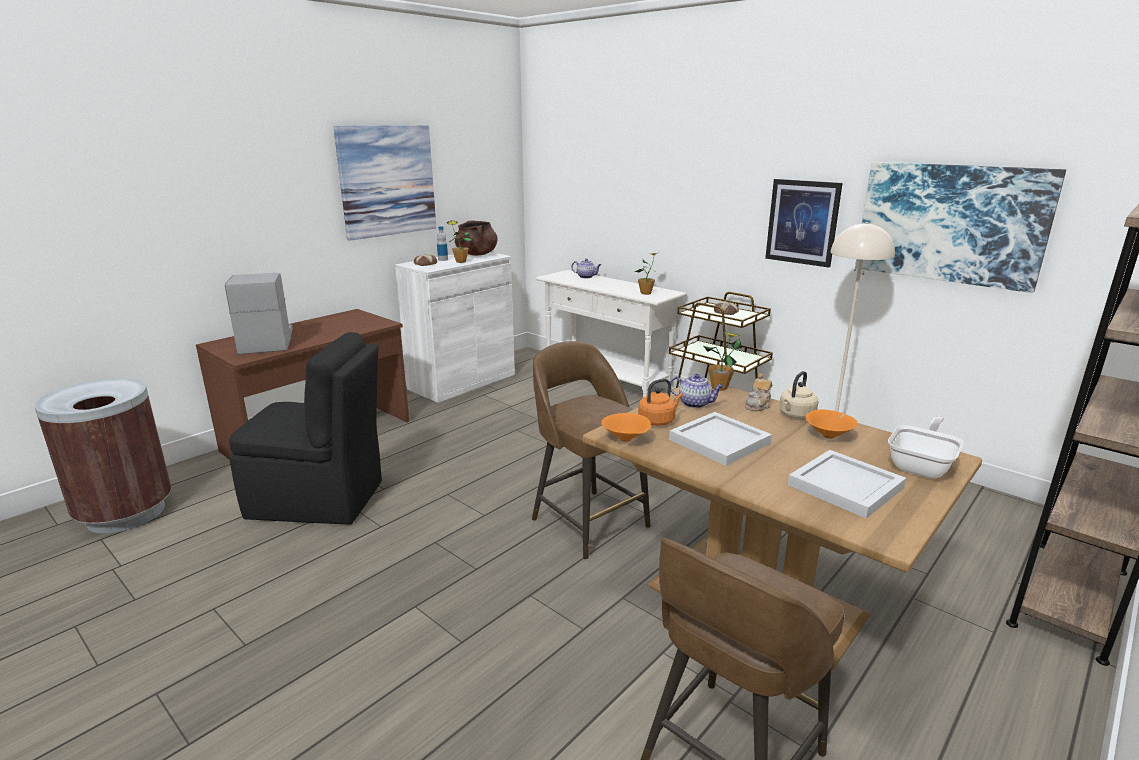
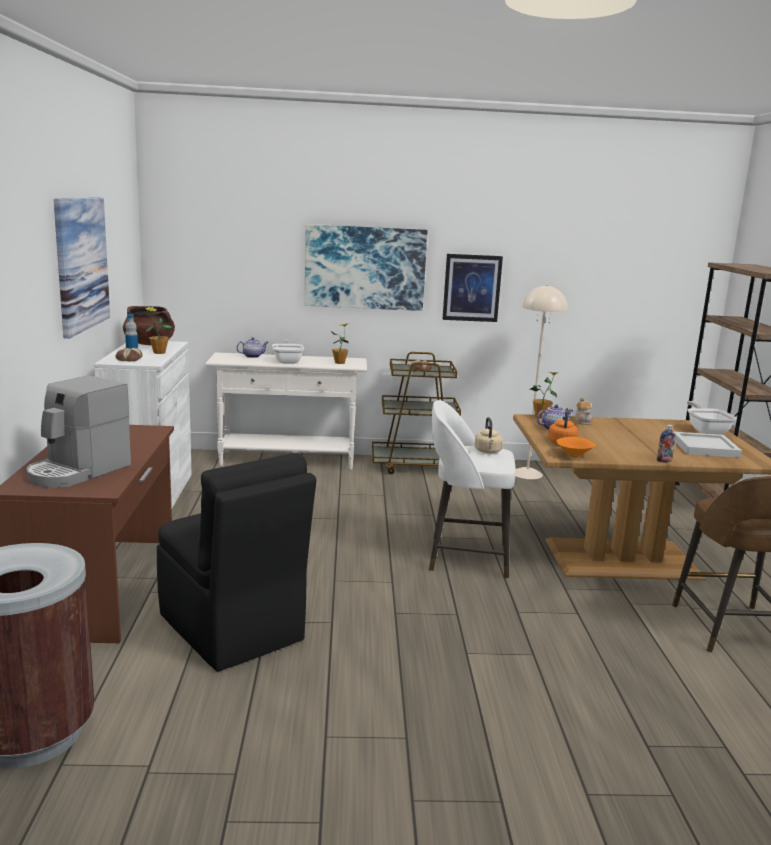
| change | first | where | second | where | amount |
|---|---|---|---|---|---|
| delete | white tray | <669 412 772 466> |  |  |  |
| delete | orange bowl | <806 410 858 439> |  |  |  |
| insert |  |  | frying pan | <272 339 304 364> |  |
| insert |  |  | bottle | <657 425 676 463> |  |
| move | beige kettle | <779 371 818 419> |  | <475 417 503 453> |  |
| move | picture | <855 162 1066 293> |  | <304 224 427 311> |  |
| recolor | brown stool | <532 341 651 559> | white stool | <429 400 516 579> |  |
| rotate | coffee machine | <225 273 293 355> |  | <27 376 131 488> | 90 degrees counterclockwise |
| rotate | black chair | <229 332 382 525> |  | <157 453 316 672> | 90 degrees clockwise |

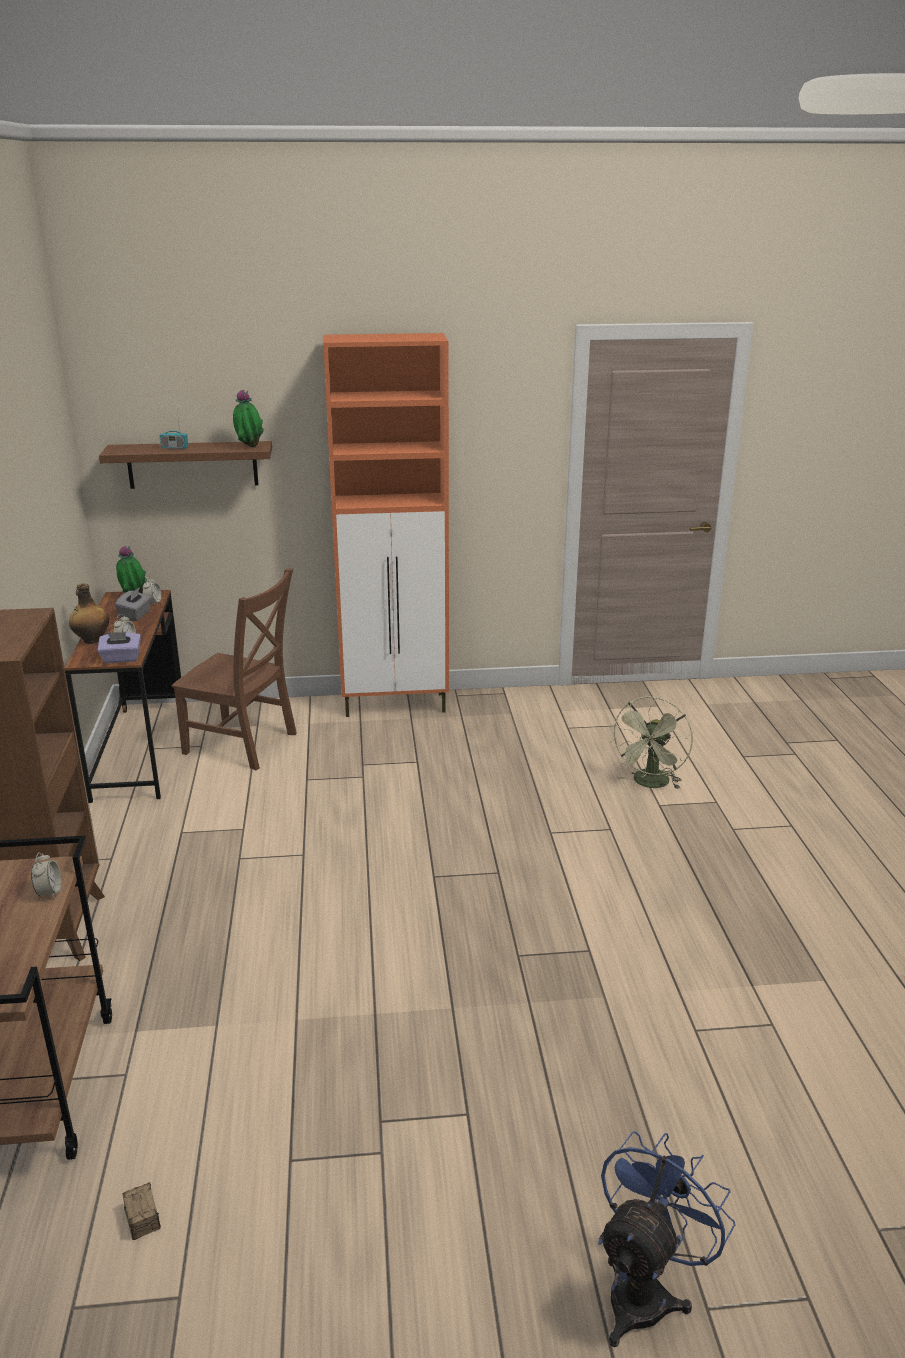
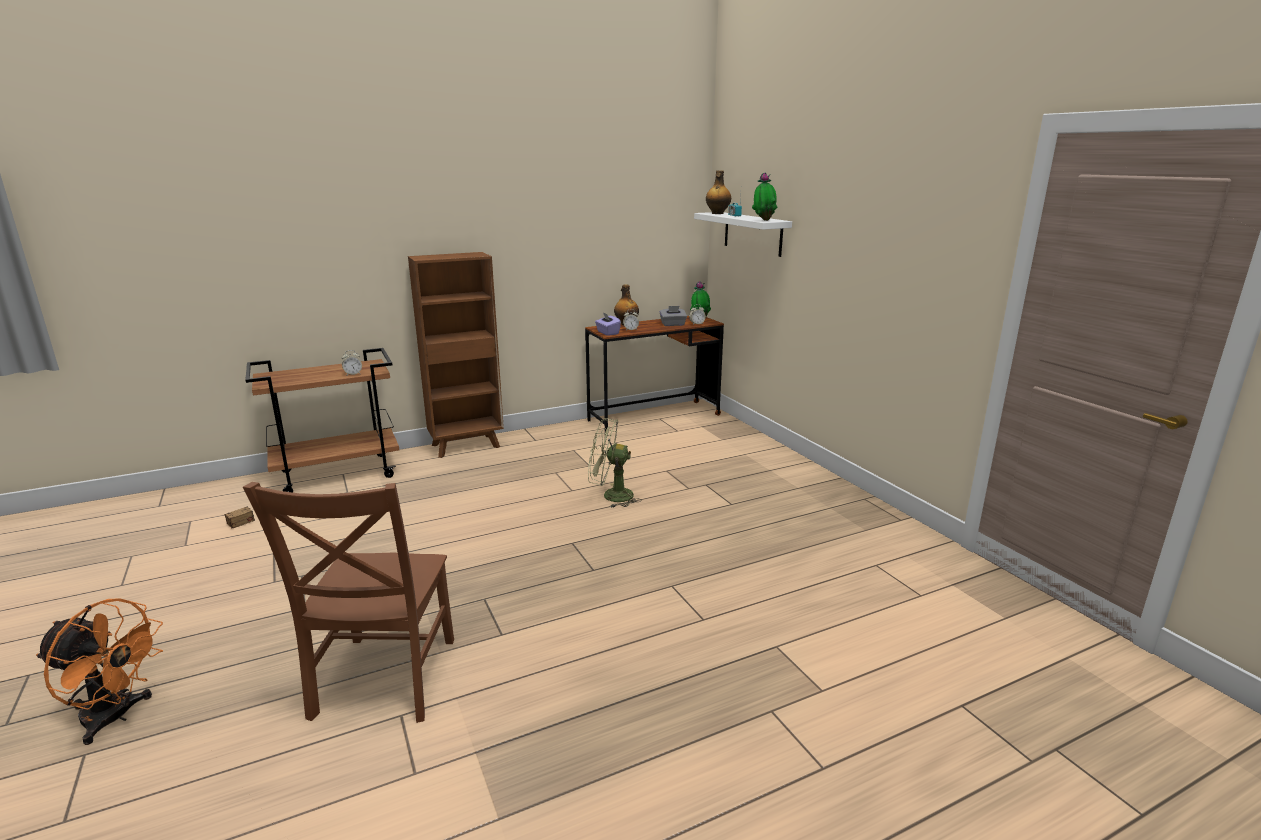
| change | first | where | second | where | amount |
|---|---|---|---|---|---|
| delete | orange cabinet | <323 333 449 717> |  |  |  |
| insert |  |  | bottle | <706 170 731 214> |  |
| move | brown chair | <171 568 297 770> |  | <243 482 454 723> |  |
| move | green fan | <611 696 693 789> |  | <588 418 642 508> |  |
| recolor | brown shelf | <99 441 272 489> | white shelf | <694 212 792 257> |  |
| recolor | blue fan | <598 1131 736 1347> | orange fan | <36 598 163 745> |  |

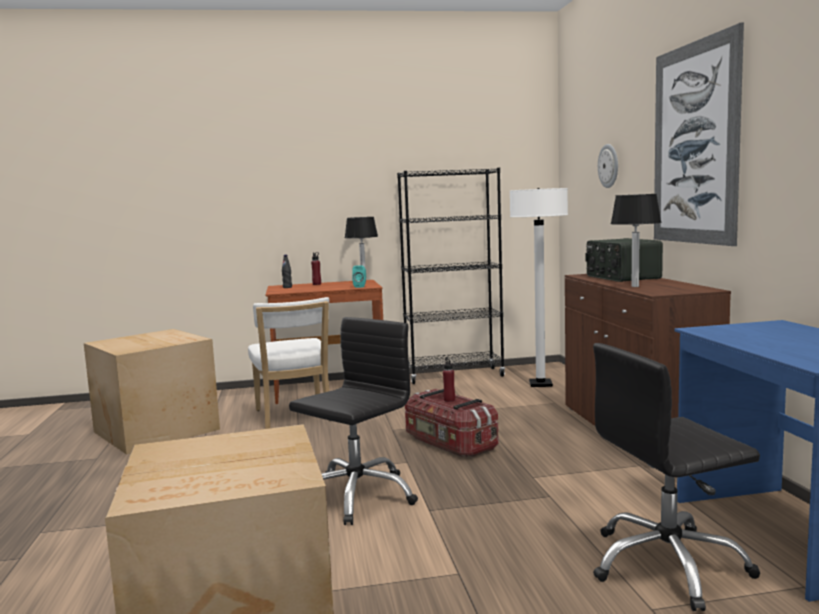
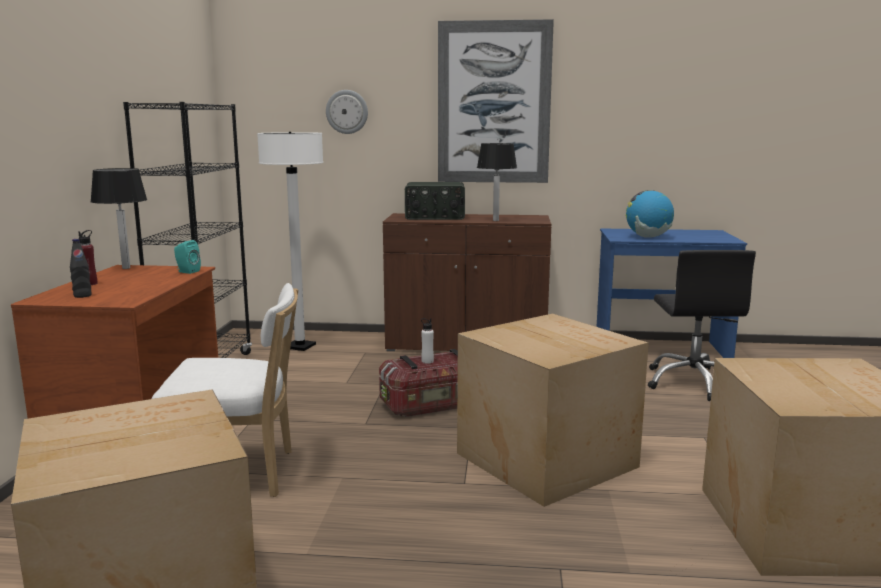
| change | first | where | second | where | amount |
|---|---|---|---|---|---|
| insert |  |  | globe | <626 190 674 238> |  |
| replace | black office chair | <289 317 418 525> | cardboard box | <457 314 649 507> |  |
| recolor | red bottle | <443 358 455 402> | white bottle | <421 318 434 364> |  |

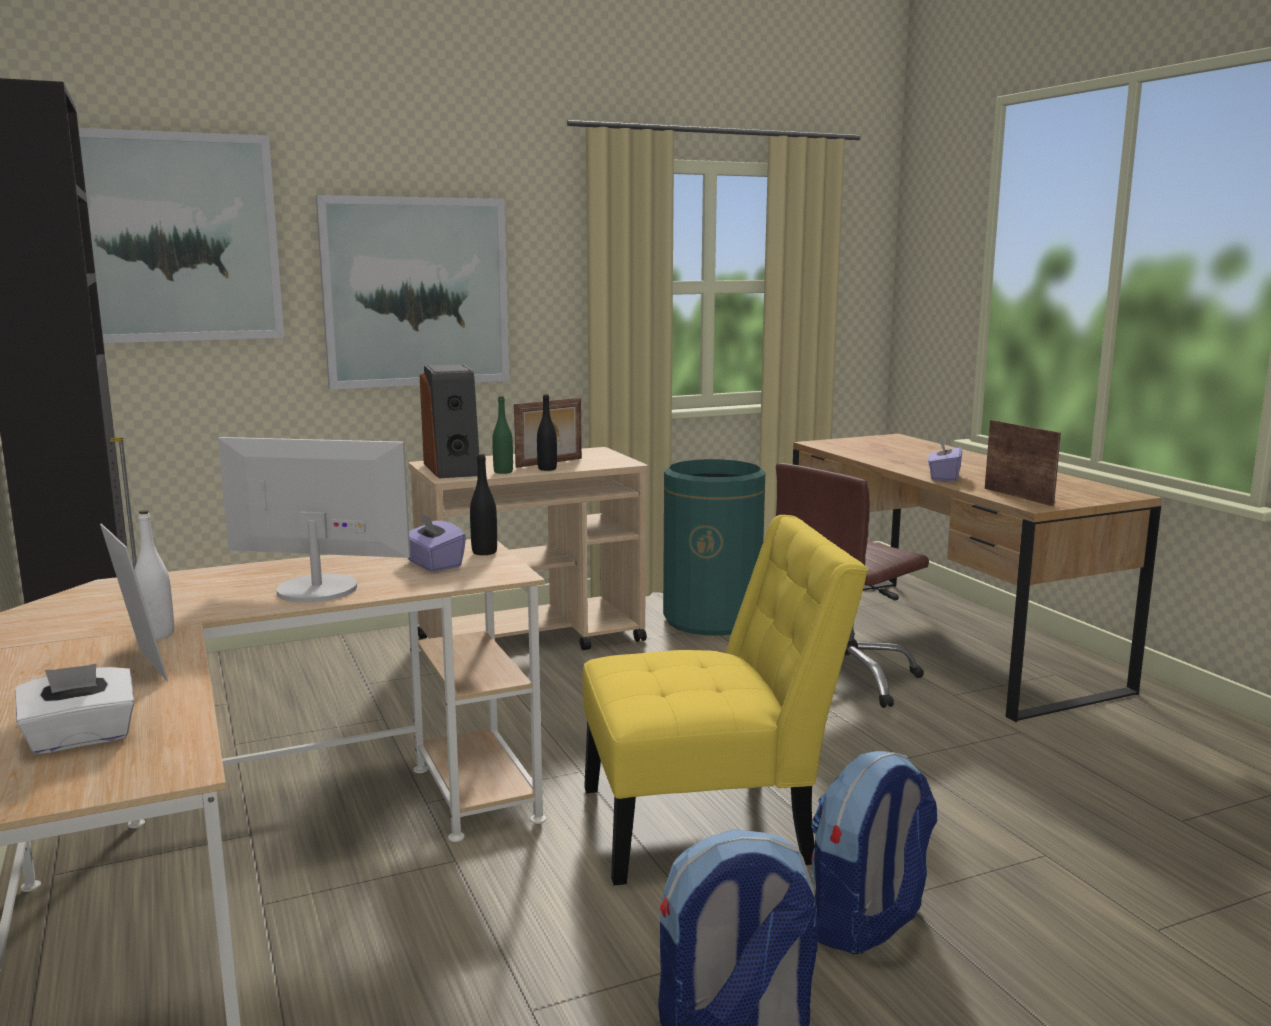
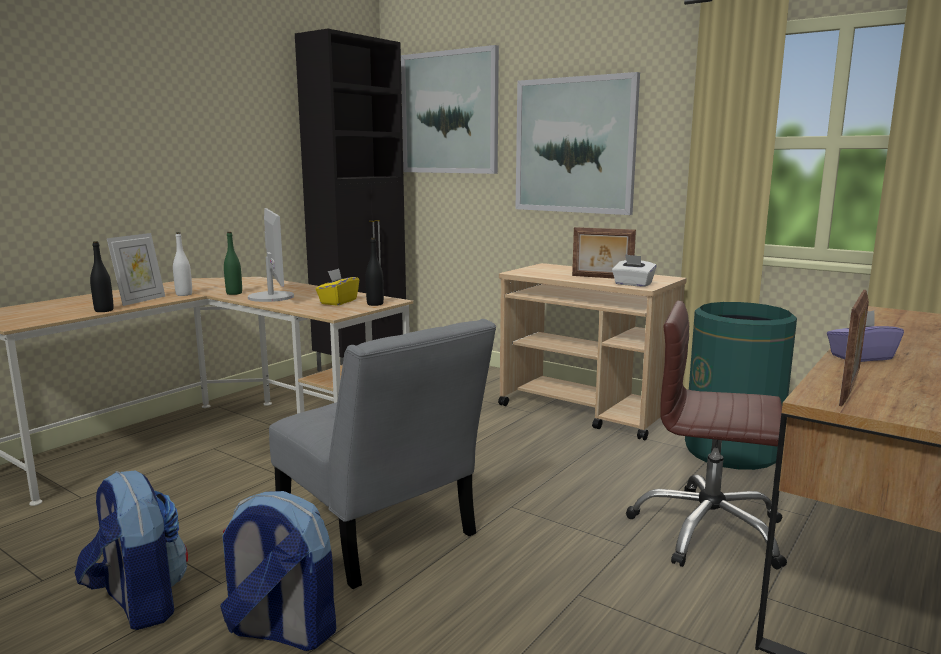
| change | first | where | second | where | amount |
|---|---|---|---|---|---|
| delete | speaker | <420 364 479 478> |  |  |  |
| move | white tissue box | <15 664 135 754> |  | <612 254 656 287> |  |
| move | green bottle | <492 396 513 474> |  | <224 232 242 295> |  |
| move | black bottle | <537 394 557 471> |  | <90 241 114 312> |  |
| recolor | purple tissue box | <408 512 466 572> | yellow tissue box | <316 268 359 306> |  |
| recolor | yellow chair | <582 515 868 885> | grey chair | <269 319 496 589> |  |

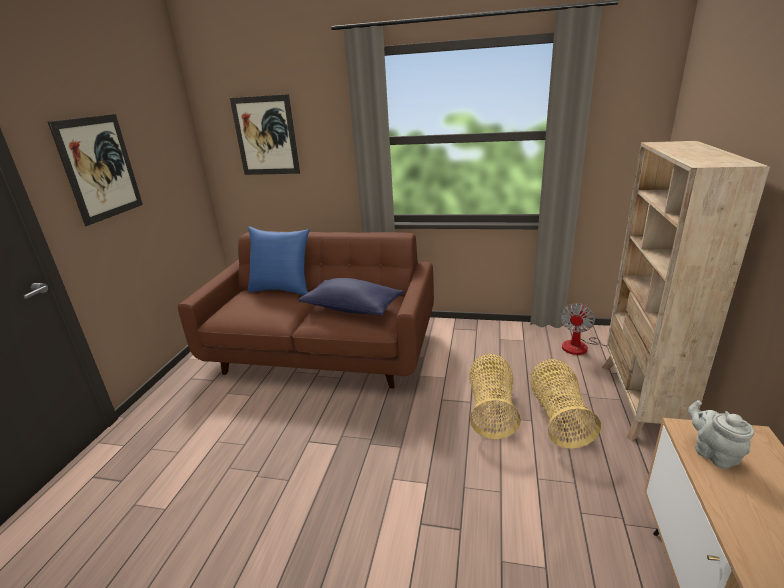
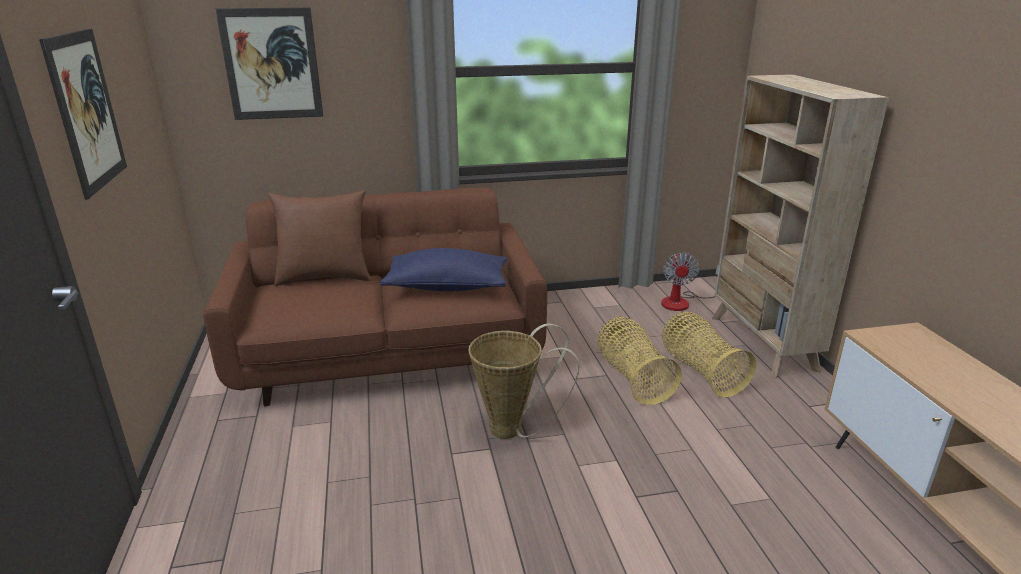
| change | first | where | second | where | amount |
|---|---|---|---|---|---|
| delete | grey teapot | <688 400 754 469> |  |  |  |
| insert |  |  | basket | <468 323 580 439> |  |
| recolor | blue pillow | <248 227 310 296> | brown pillow | <268 190 372 286> |  |

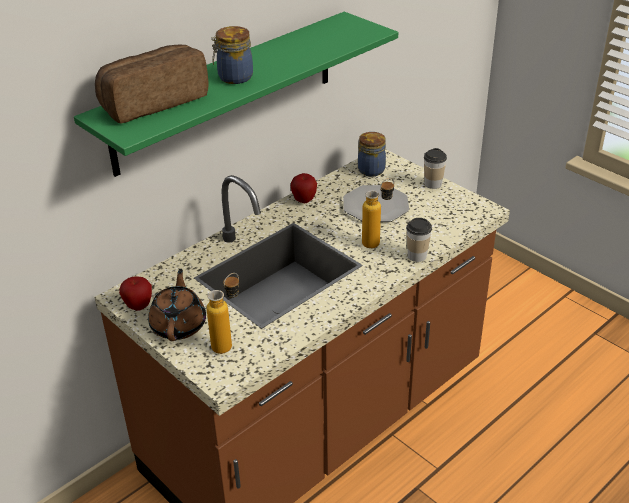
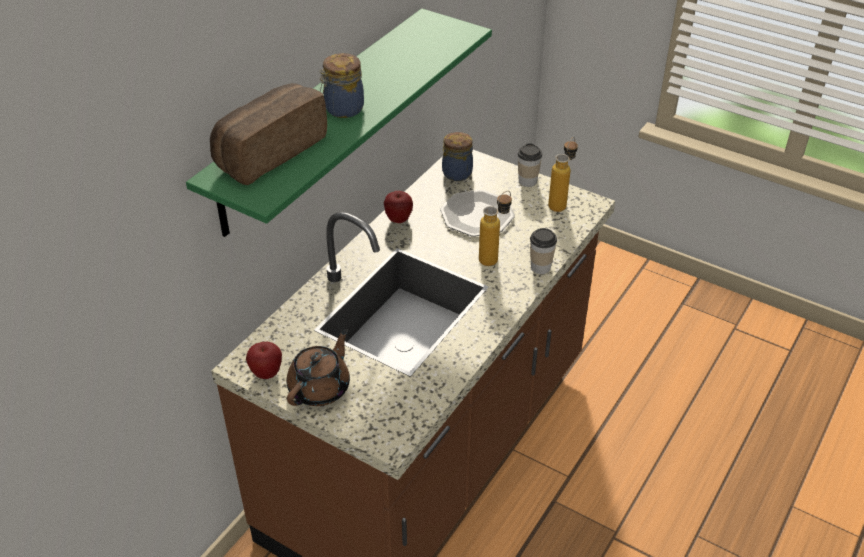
| change | first | where | second | where | amount |
|---|---|---|---|---|---|
| move | bottle | <206 273 239 354> |  | <548 137 578 212> |  |
| rotate | brown teapot | <148 269 206 341> |  | <287 329 350 406> | 45 degrees clockwise |

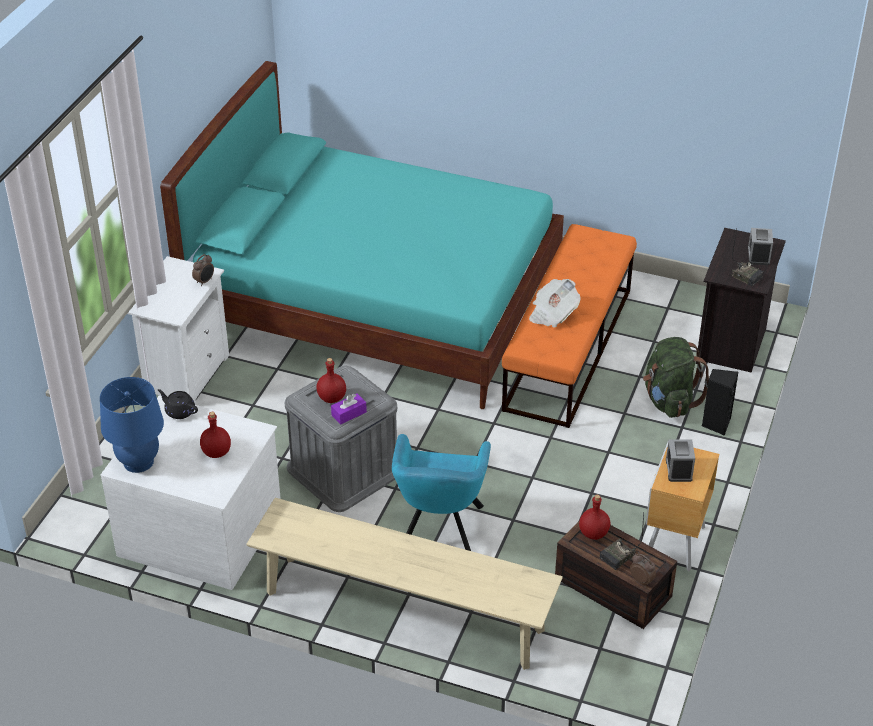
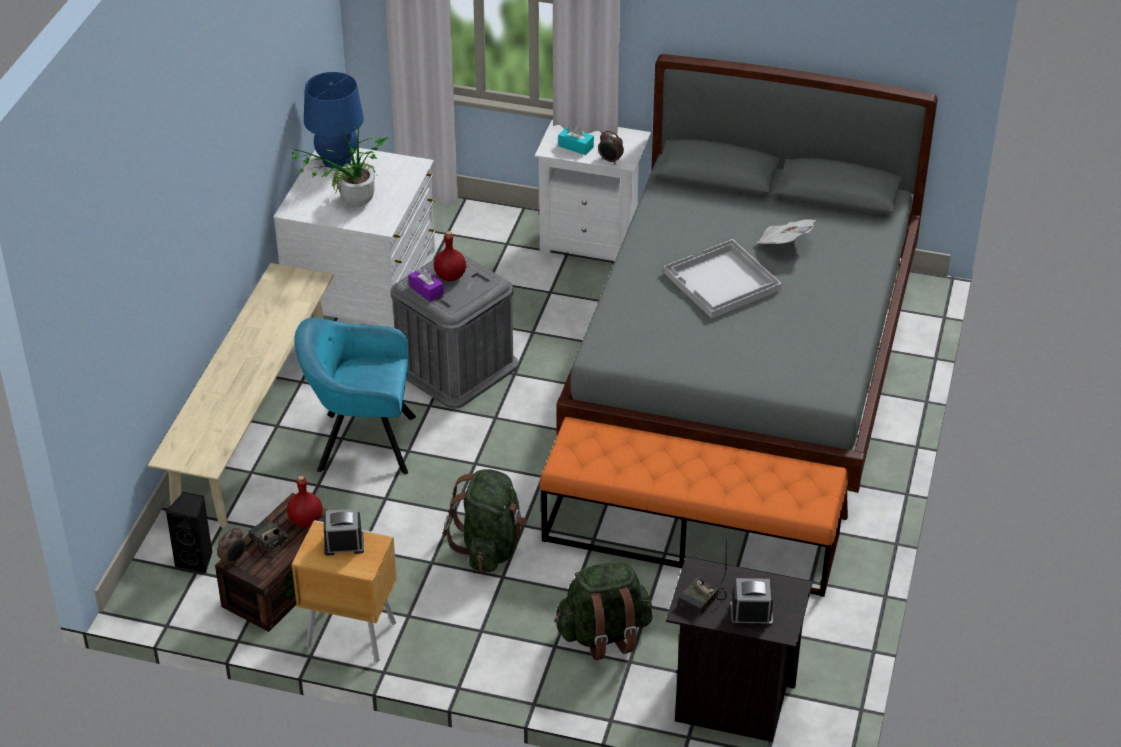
| change | first | where | second | where | amount |
|---|---|---|---|---|---|
| delete | black teapot | <158 389 198 419> |  |  |  |
| insert |  |  | green backpack | <443 469 527 572> |  |
| insert |  |  | turquoise tissue box | <558 125 594 155> |  |
| insert |  |  | white tray | <663 239 782 318> |  |
| move | newspaper | <529 279 581 328> |  | <757 219 816 244> |  |
| move | black speaker | <702 369 738 436> |  | <166 492 213 573> |  |
| replace | red bottle | <200 412 231 458> | potted plant | <288 120 388 206> |  |
| recolor | turquoise bed | <160 61 564 409> | grey bed | <556 54 938 520> |  |

